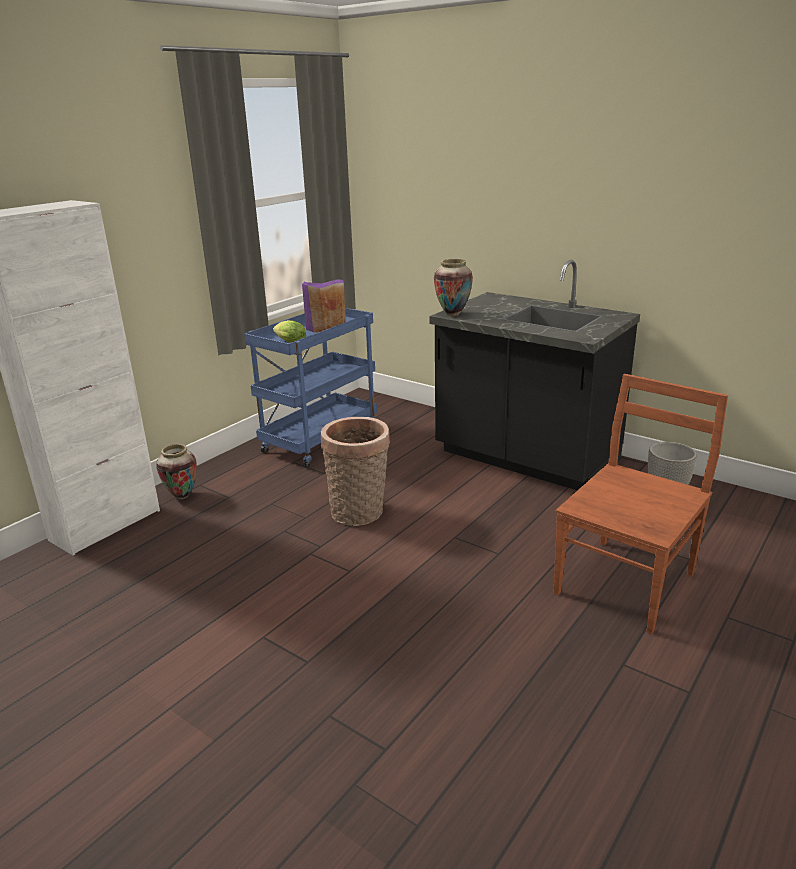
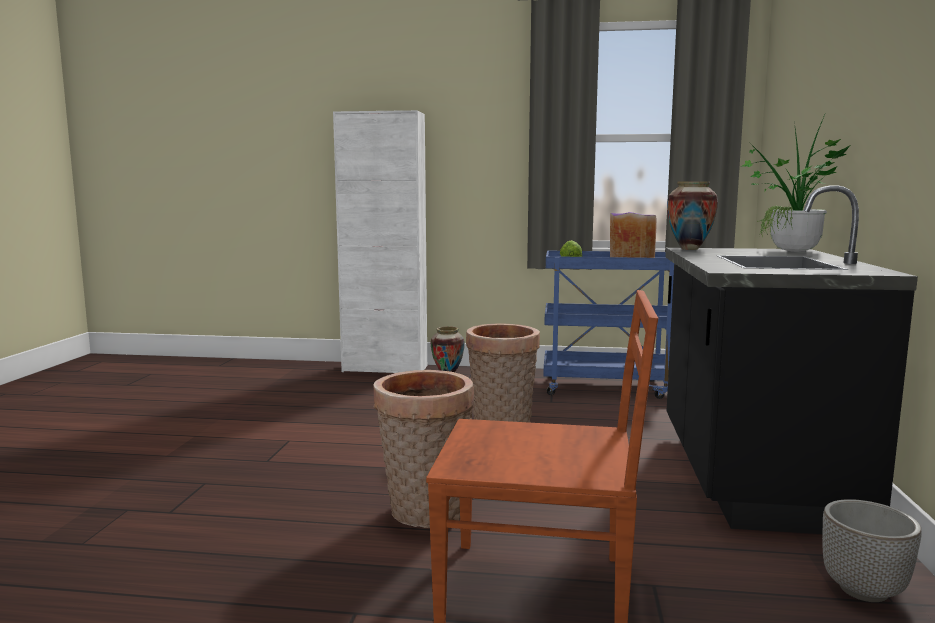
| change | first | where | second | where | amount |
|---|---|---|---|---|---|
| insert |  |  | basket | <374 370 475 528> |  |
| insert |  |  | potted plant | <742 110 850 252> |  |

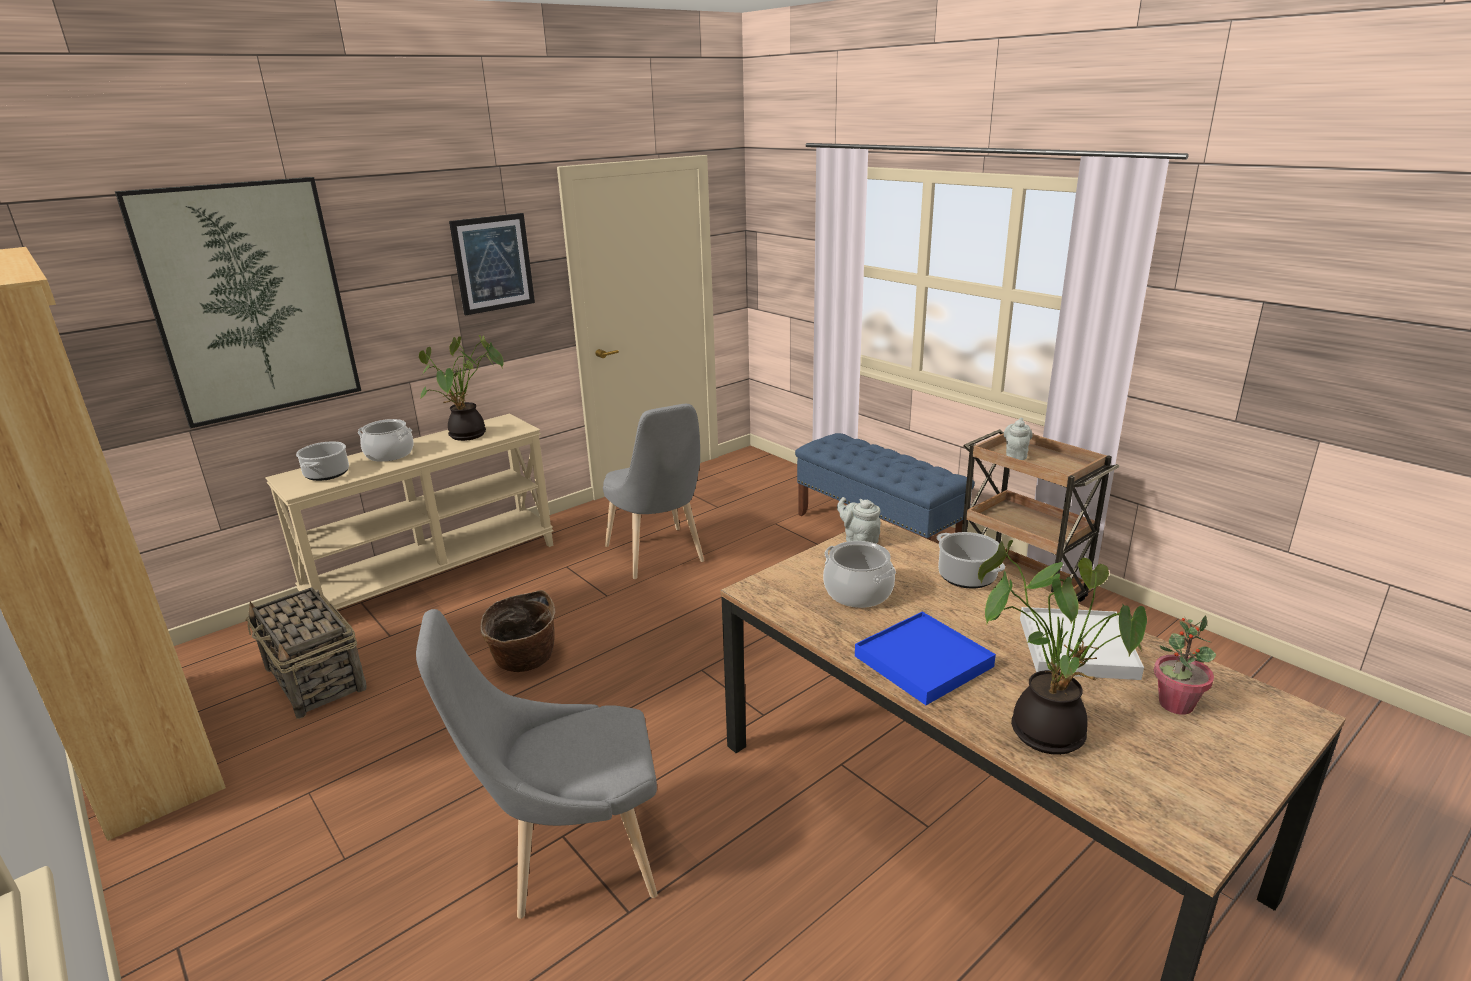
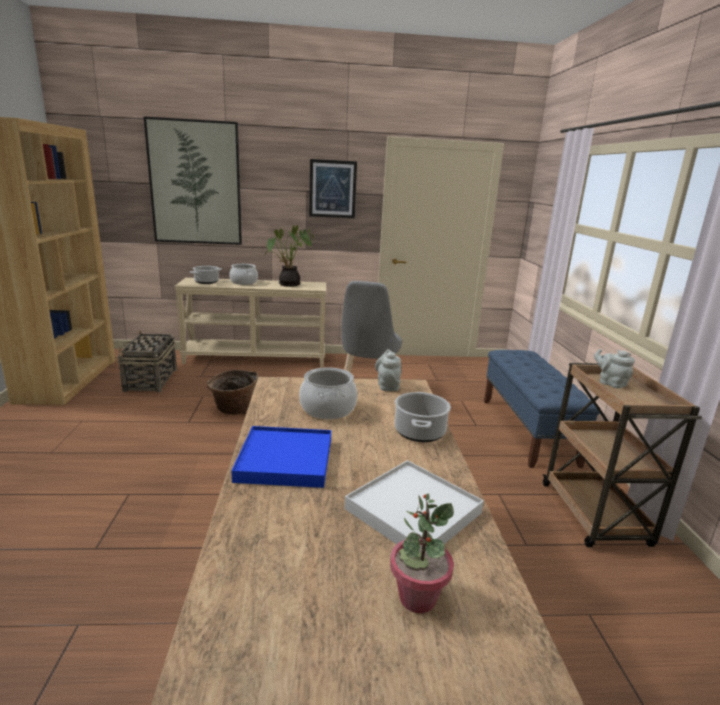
| change | first | where | second | where | amount |
|---|---|---|---|---|---|
| delete | grey chair | <416 609 658 919> |  |  |  |
| delete | potted plant | <978 540 1147 755> |  |  |  |
| rotate | grey teapot | <1004 418 1033 460> |  | <594 349 635 388> | 90 degrees counterclockwise |

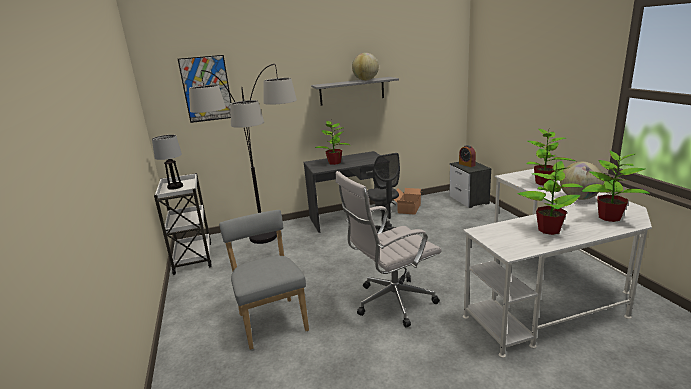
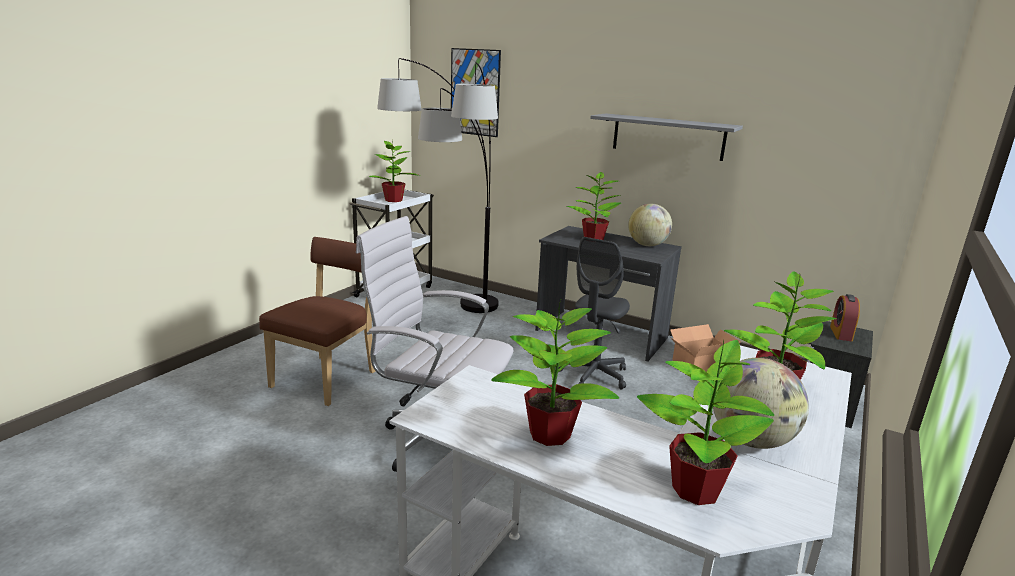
| change | first | where | second | where | amount |
|---|---|---|---|---|---|
| move | globe | <352 53 379 81> |  | <628 204 672 246> |  |
| replace | table lamp | <152 135 183 190> | potted plant | <369 139 420 202> |  |
| recolor | grey chair | <219 210 309 350> | brown chair | <259 237 375 406> |  |

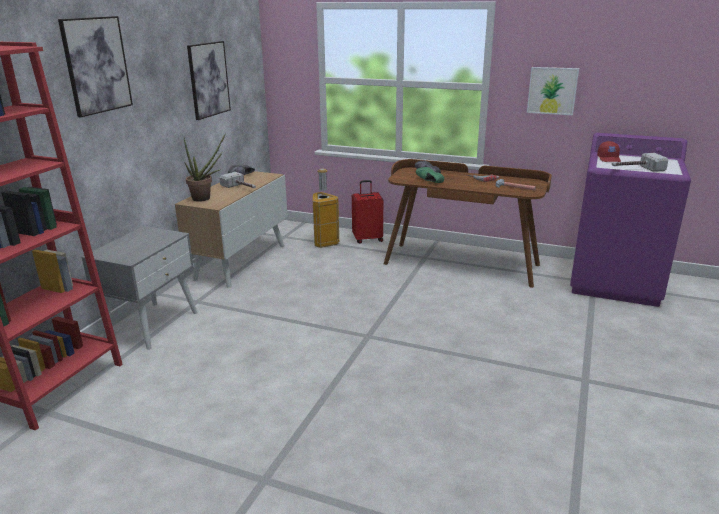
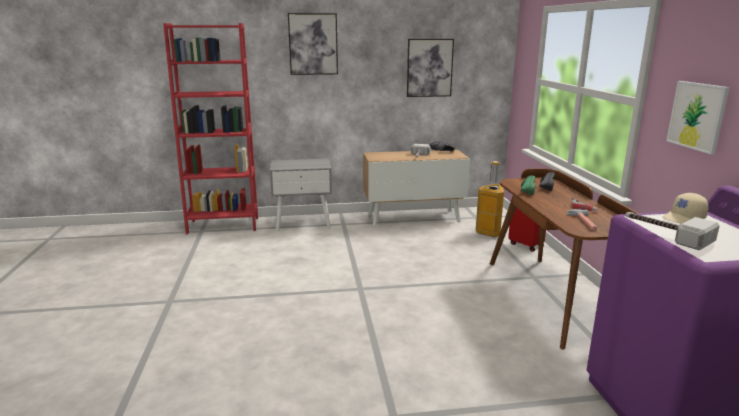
| change | first | where | second | where | amount |
|---|---|---|---|---|---|
| delete | potted plant | <184 133 226 202> |  |  |  |
| recolor | red cap | <597 141 621 162> | beige cap | <662 193 708 224> |  |

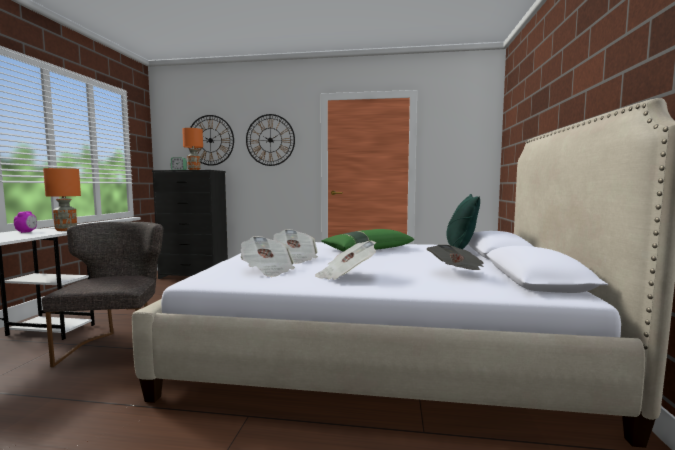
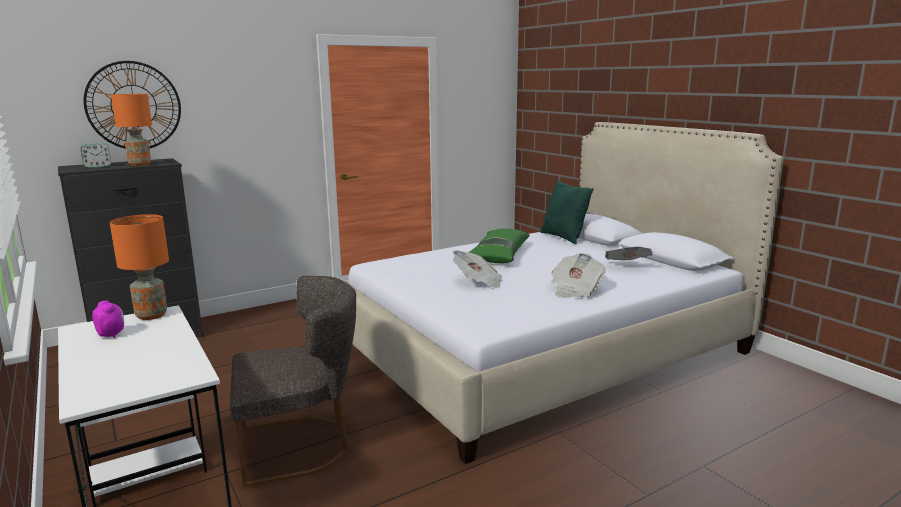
| change | first | where | second | where | amount |
|---|---|---|---|---|---|
| delete | newspaper | <241 236 295 277> |  |  |  |
| delete | wall clock | <246 114 295 166> |  |  |  |
| rotate | grey chair | <42 222 164 367> |  | <230 276 356 487> | 120 degrees clockwise |

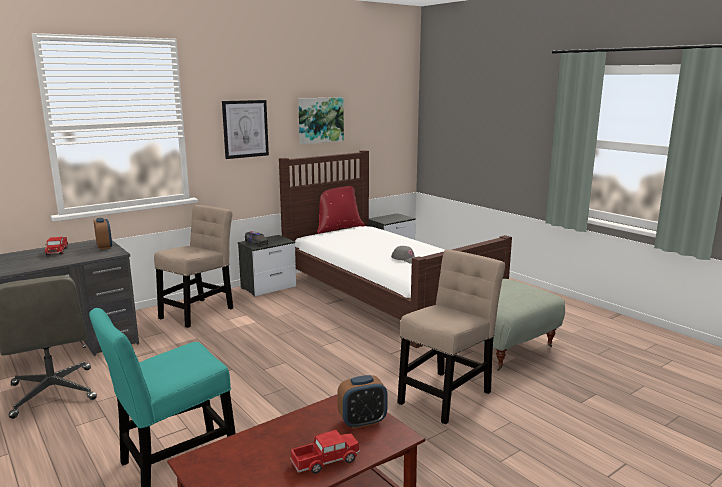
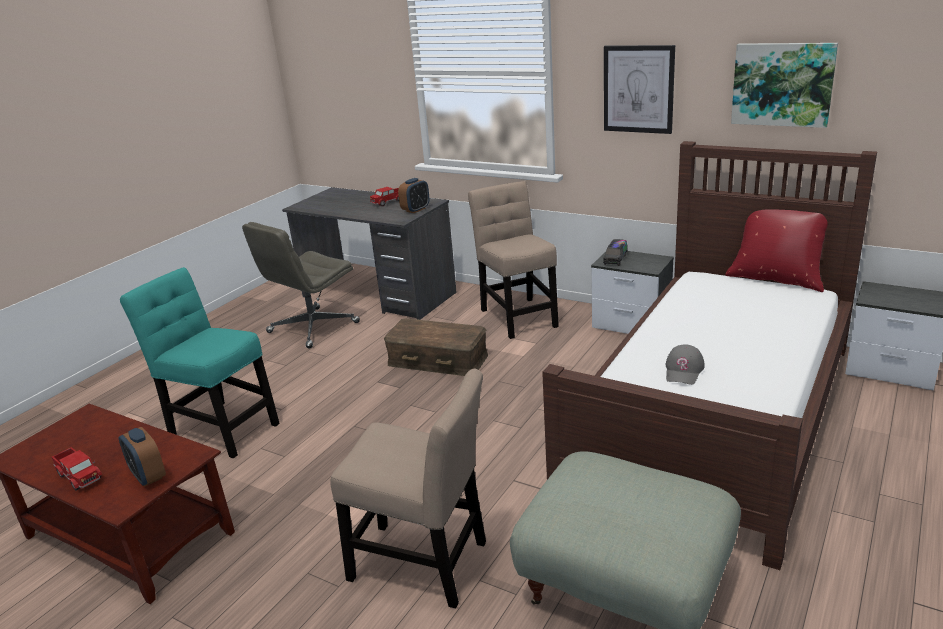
| change | first | where | second | where | amount |
|---|---|---|---|---|---|
| insert |  |  | brown storage box | <384 318 488 376> |  |
| rotate | beige chair | <154 205 233 328> |  | <468 181 559 339> | 120 degrees counterclockwise |

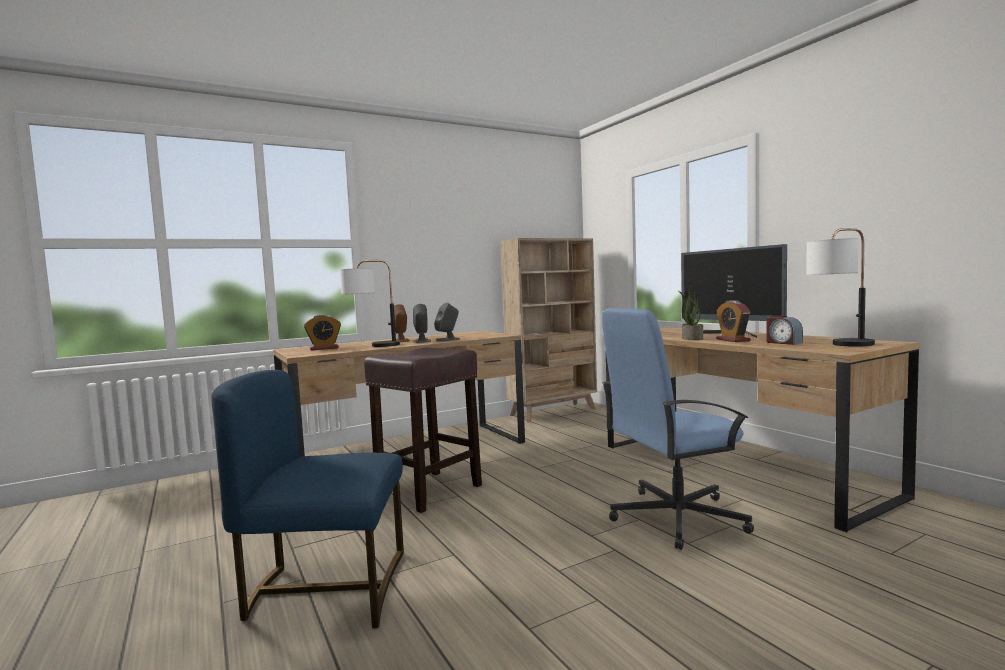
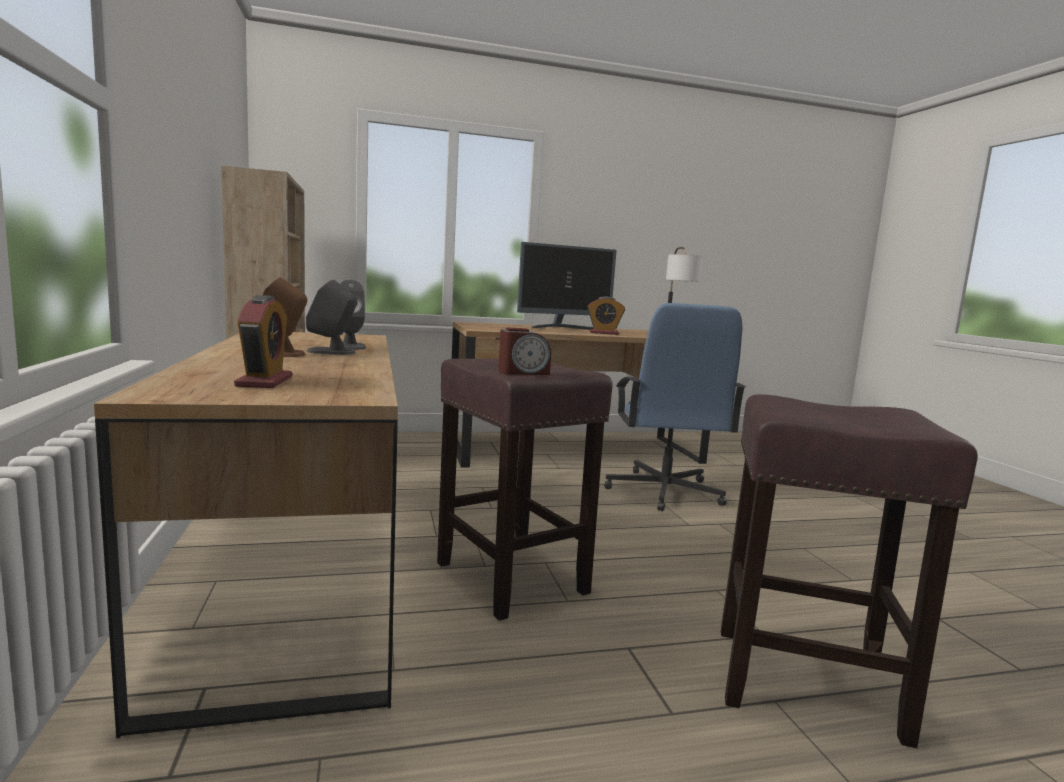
| change | first | where | second | where | amount |
|---|---|---|---|---|---|
| delete | table lamp | <340 260 400 347> |  |  |  |
| delete | potted plant | <678 286 703 340> |  |  |  |
| move | alarm clock | <767 315 803 345> |  | <498 328 551 375> |  |
| replace | blue chair | <211 370 404 629> | brown stool | <721 394 978 748> |  |

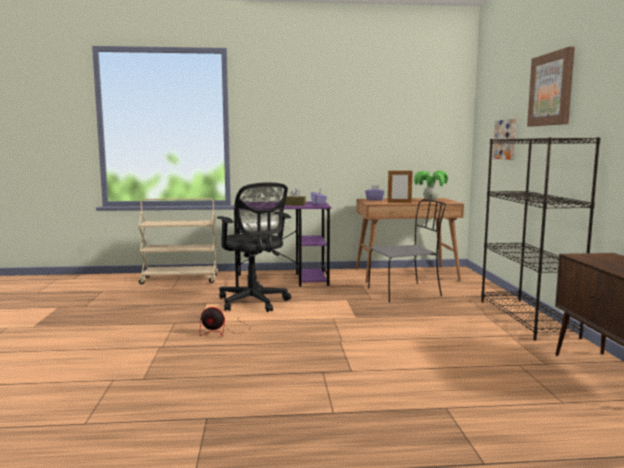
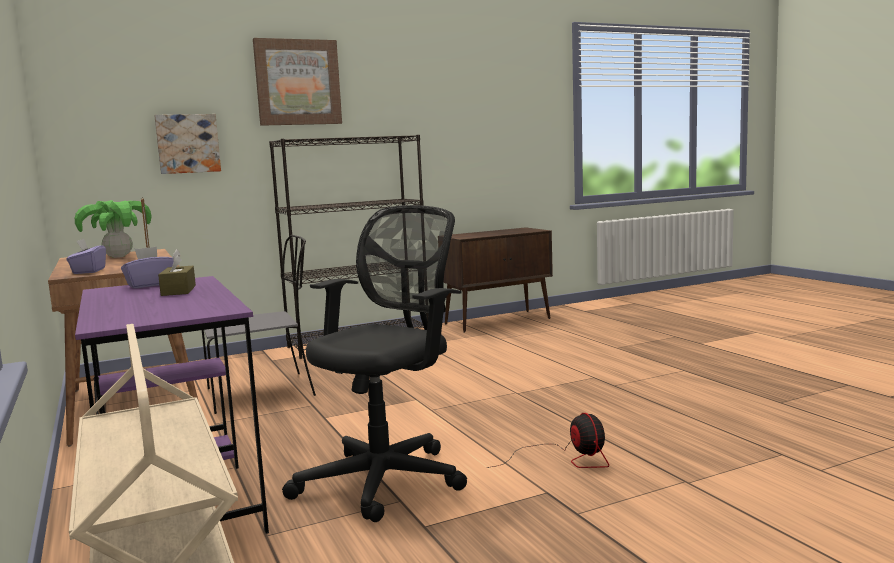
| change | first | where | second | where | amount |
|---|---|---|---|---|---|
| rotate | grey chair | <368 199 446 302> |  | <202 235 316 414> | 105 degrees clockwise |

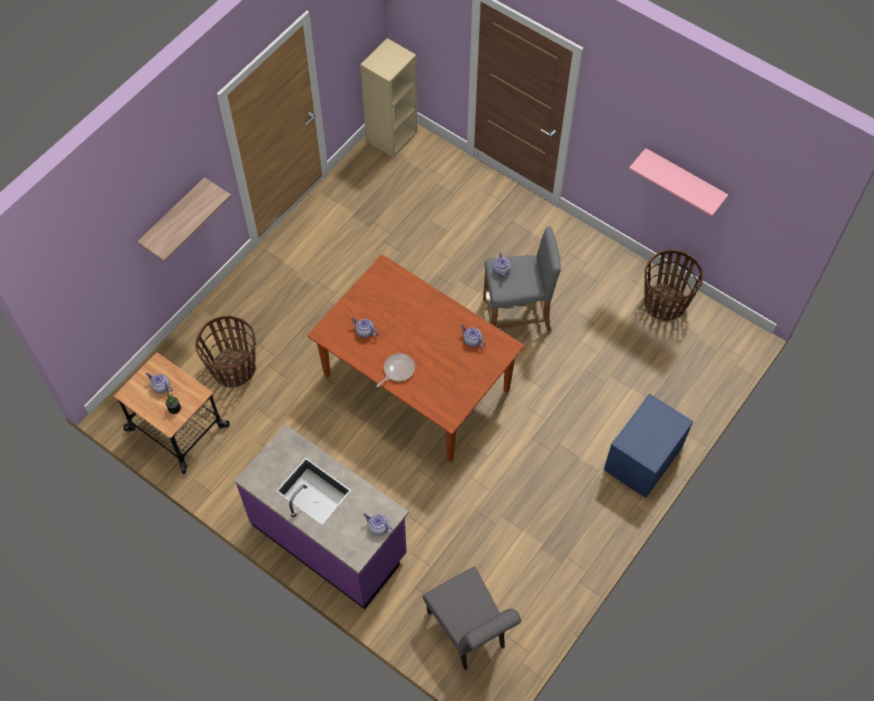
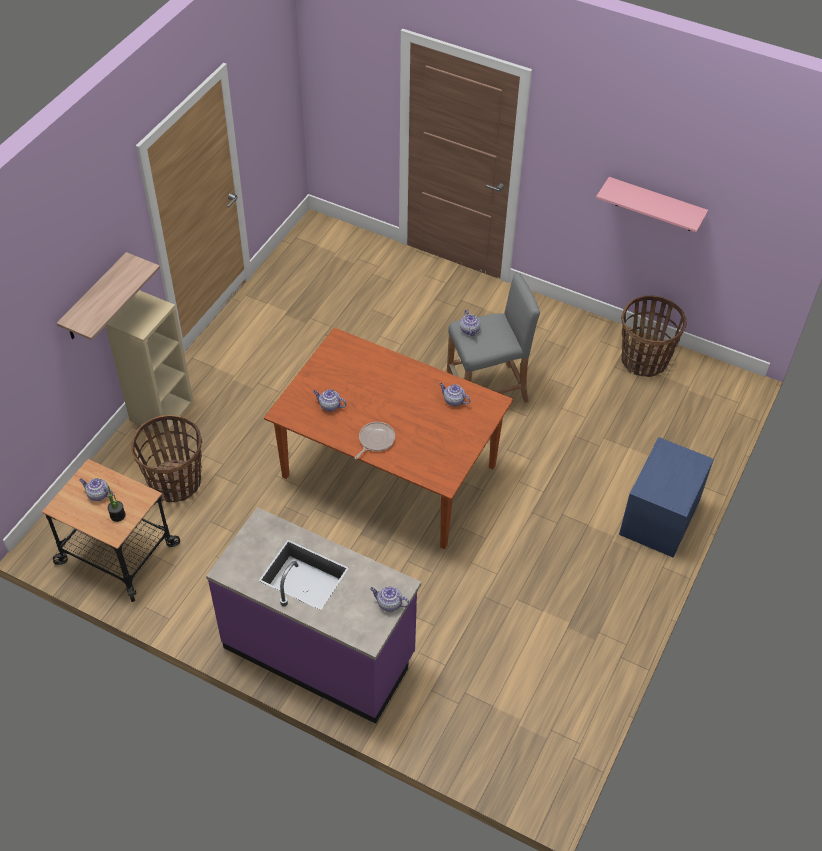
| change | first | where | second | where | amount |
|---|---|---|---|---|---|
| delete | grey chair | <423 566 521 670> |  |  |  |
| move | beige bookcase | <360 38 418 157> |  | <105 290 193 436> |  |

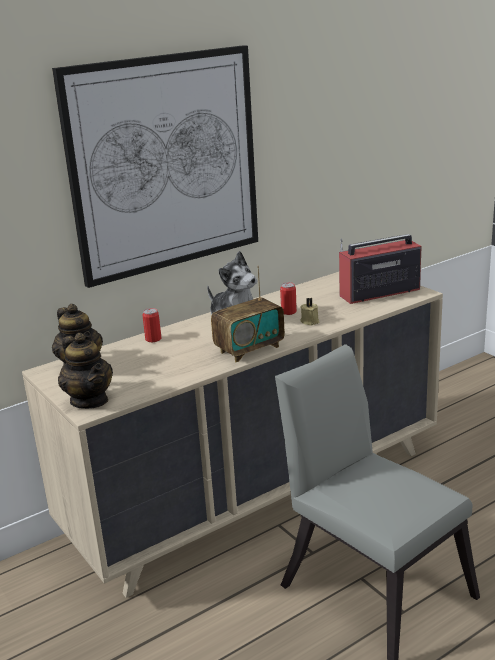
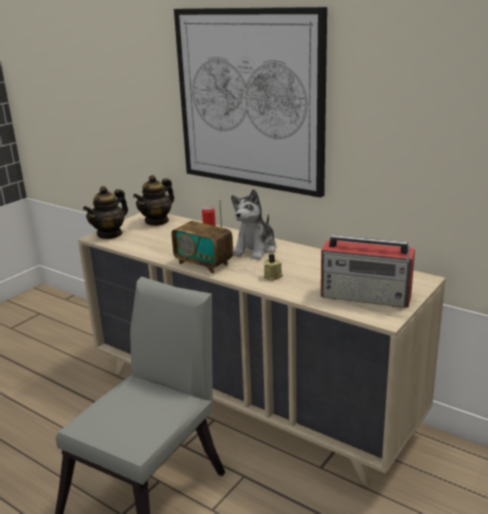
| change | first | where | second | where | amount |
|---|---|---|---|---|---|
| delete | can | <280 282 297 315> |  |  |  |
| rotate | radio | <339 234 422 304> |  | <321 235 415 308> | 150 degrees clockwise |

